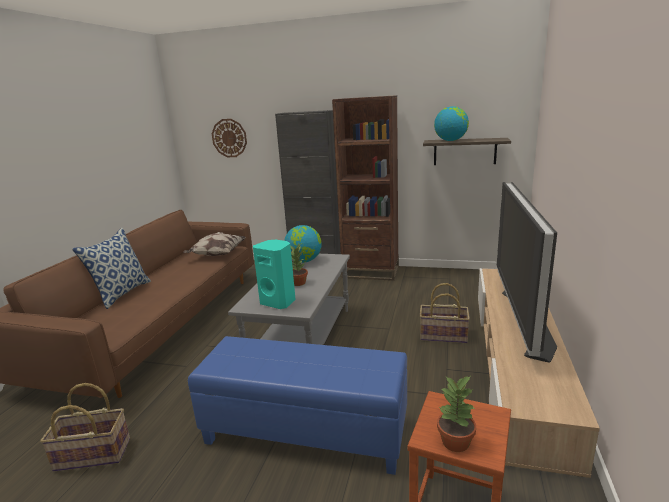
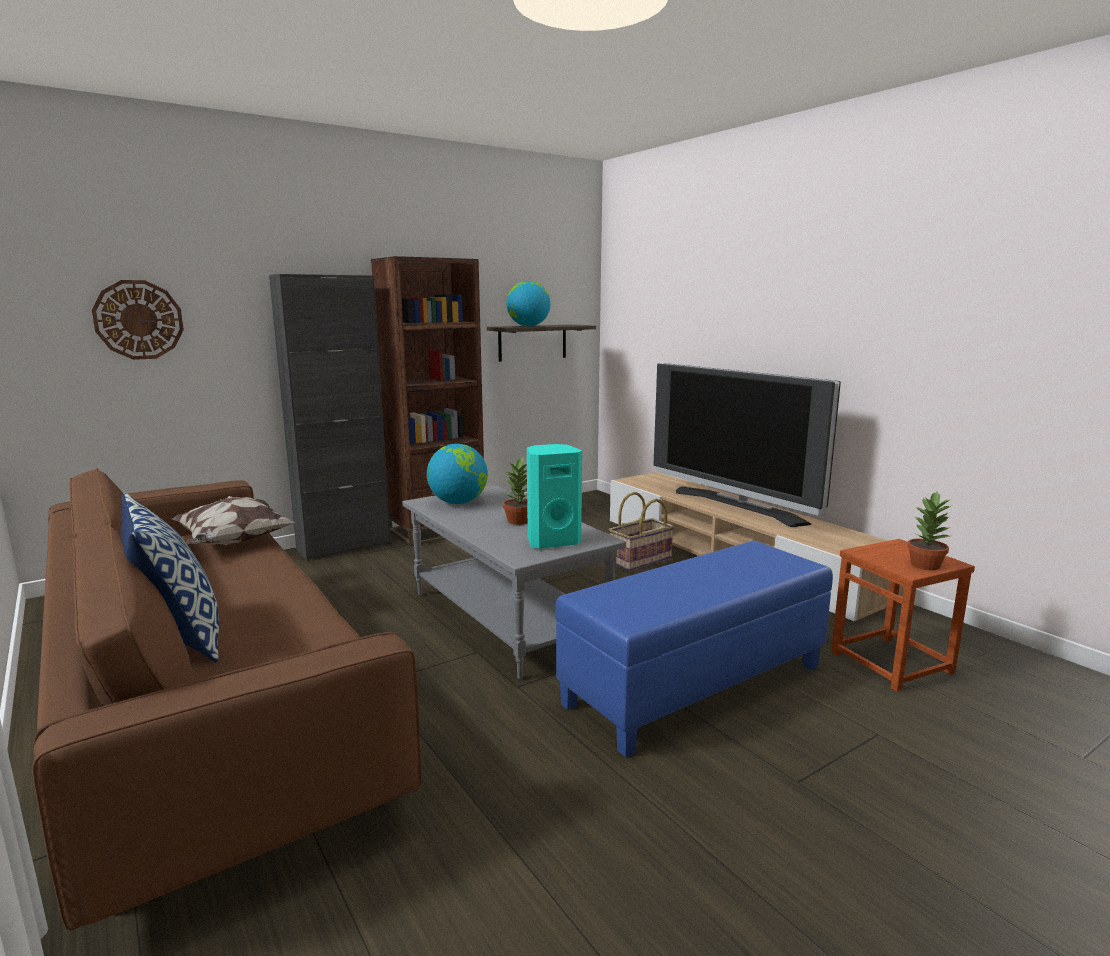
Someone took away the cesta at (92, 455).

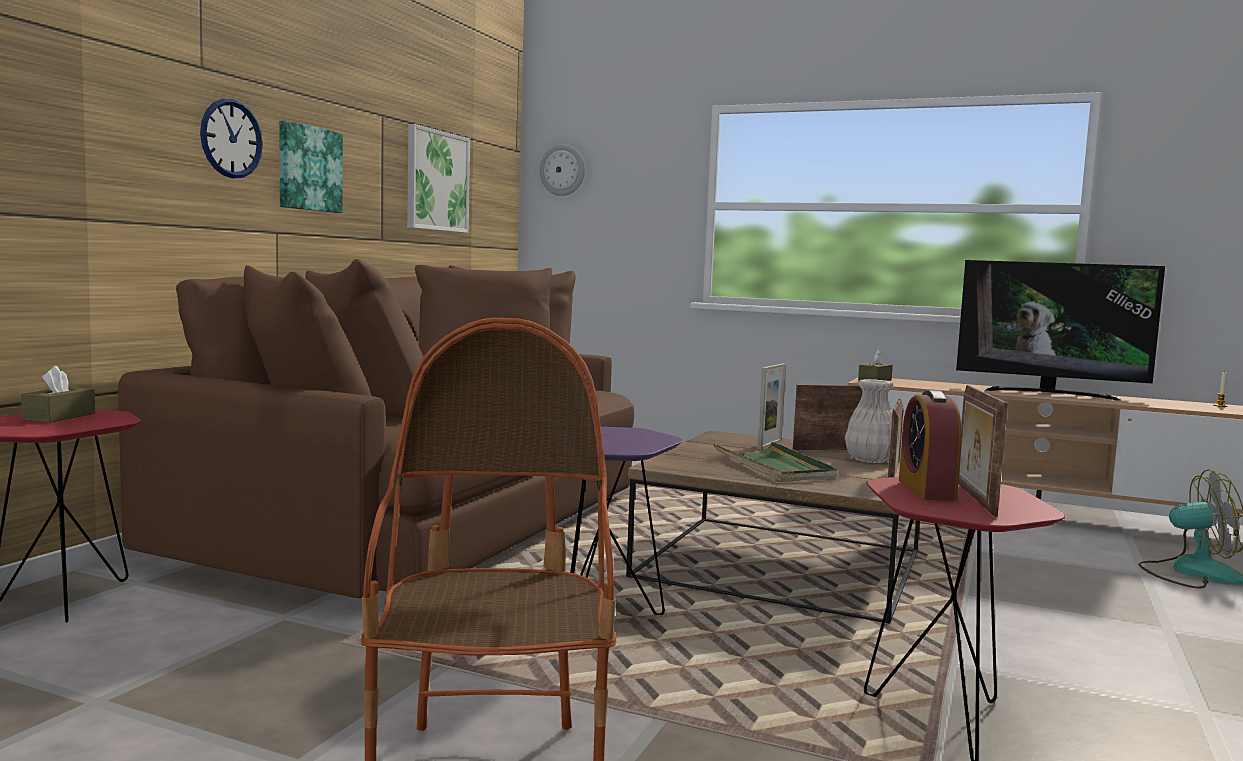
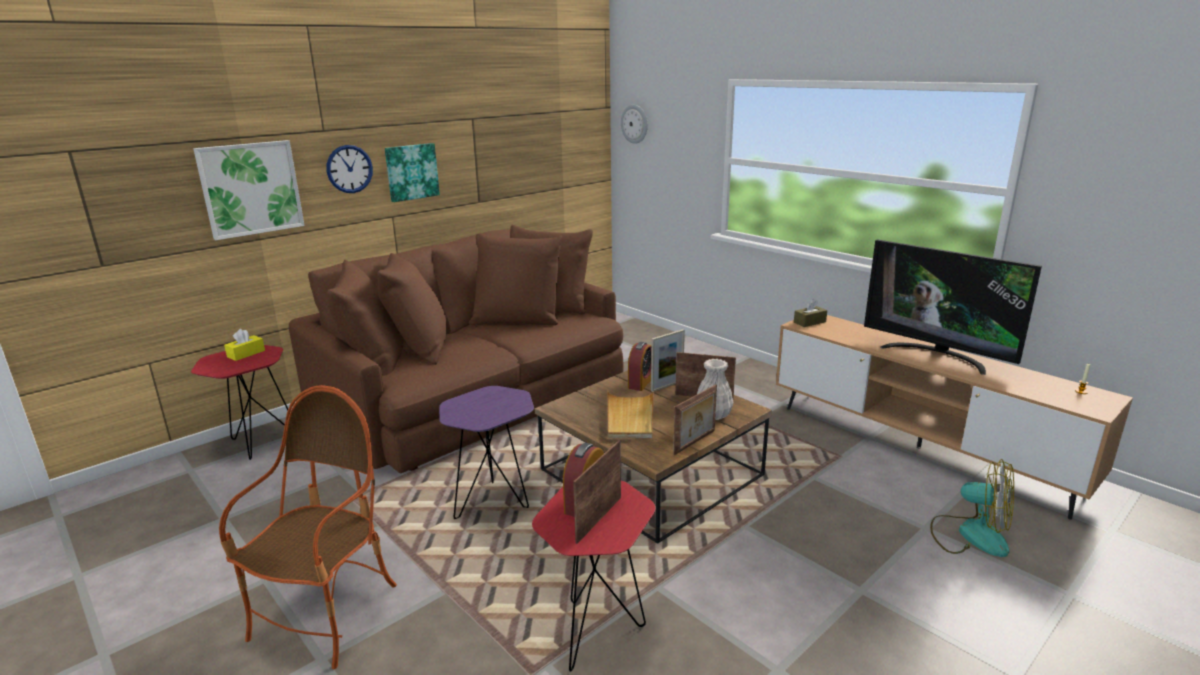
Someone put down the despertador at (641, 382).
Someone carried the cuadro from (437, 181) to (251, 189).
Someone repainted the caja de pañuelos (marrón) at (59, 417), which became the caja de pañuelos (amarillo) at (246, 354).
Someone repainted the bandeja (verde) at (774, 467), which became the bandeja (beis) at (630, 417).

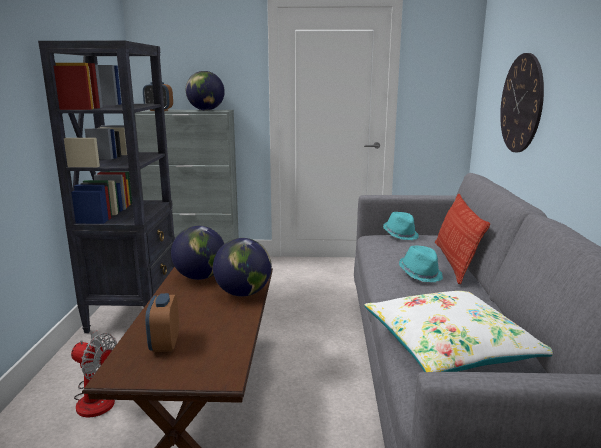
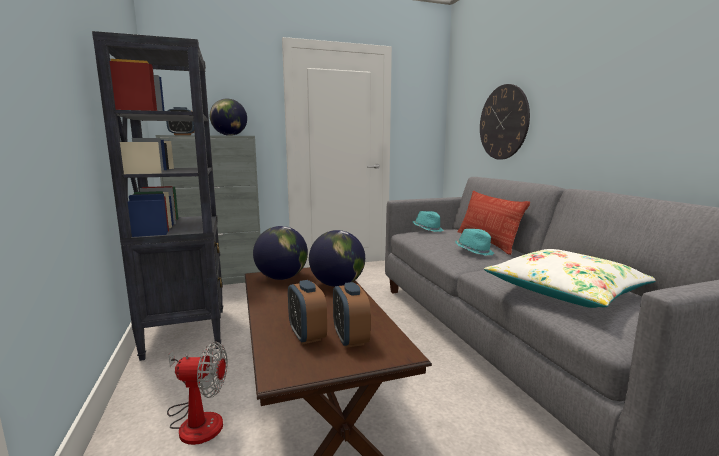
Someone put down the despertador at (350, 339).

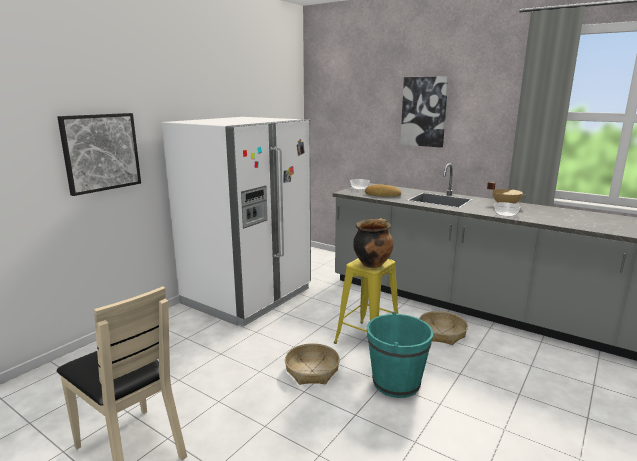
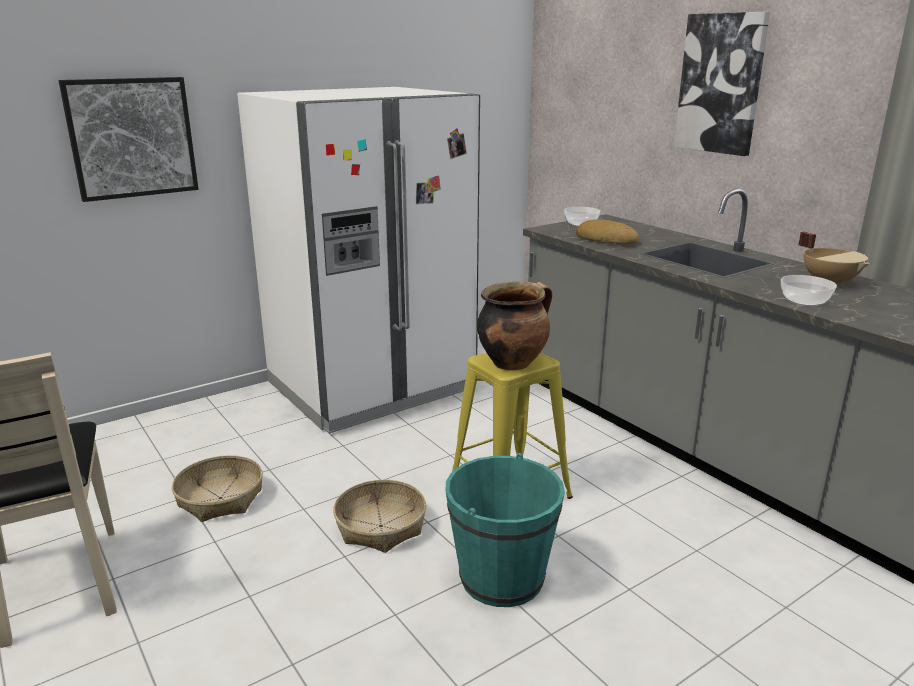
Someone carried the cesta from (442, 333) to (221, 498).

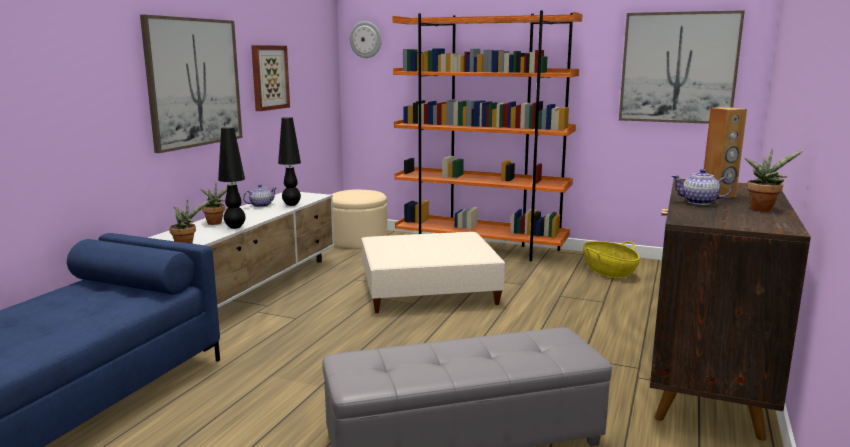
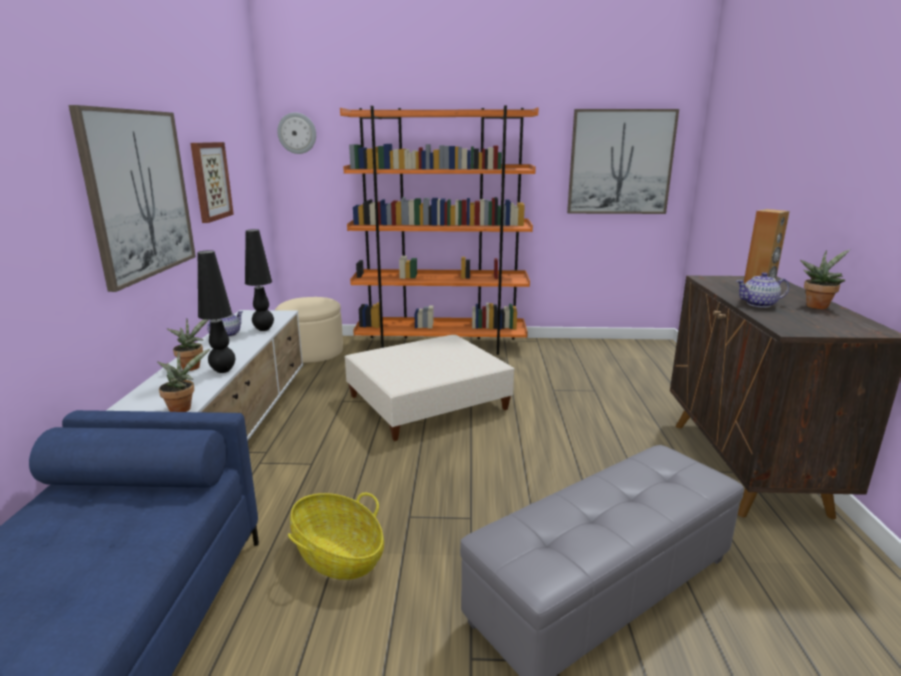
Someone carried the cesta from (608, 271) to (337, 555).

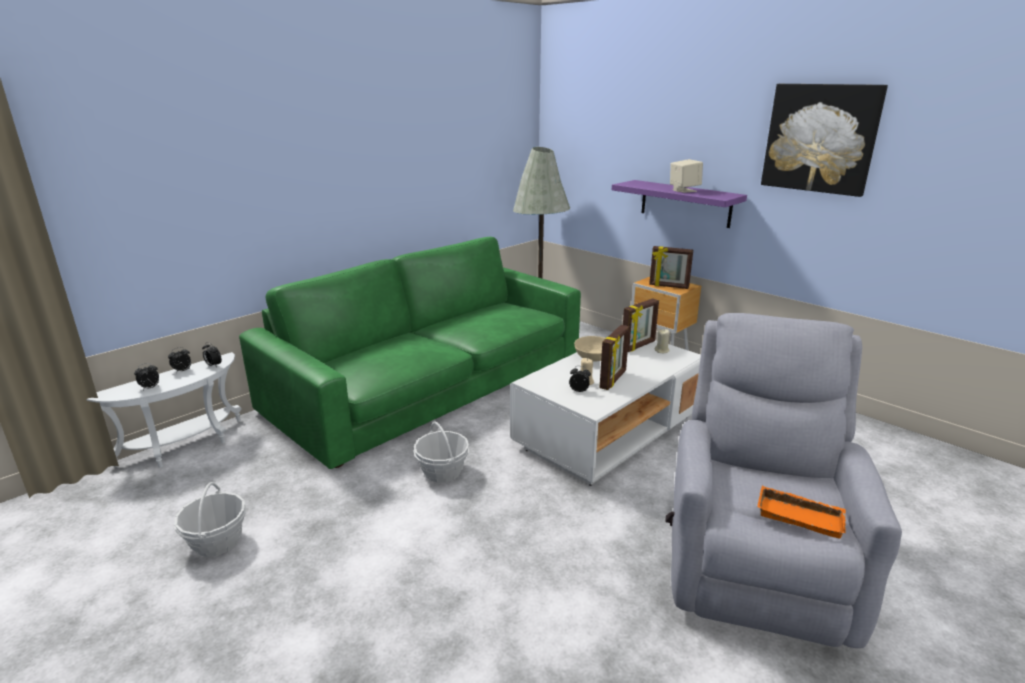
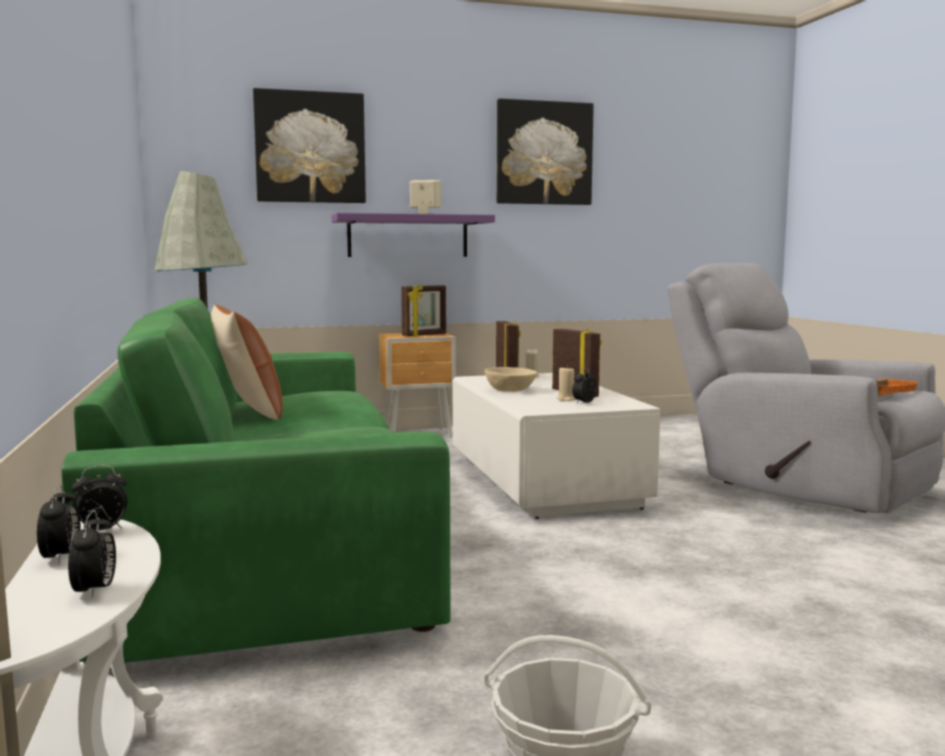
Someone took away the cesta at (443, 472).
Someone put down the cojín (marrón) at (249, 412).
Someone put up the cuadro at (310, 147).

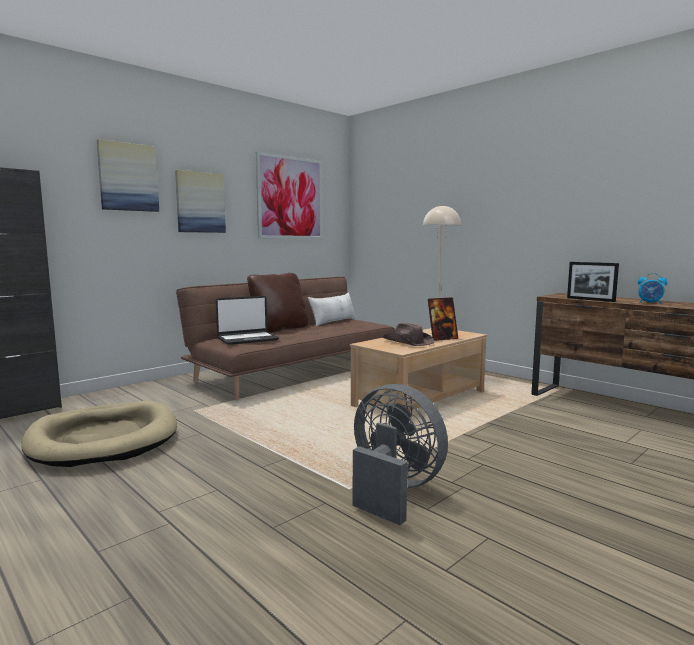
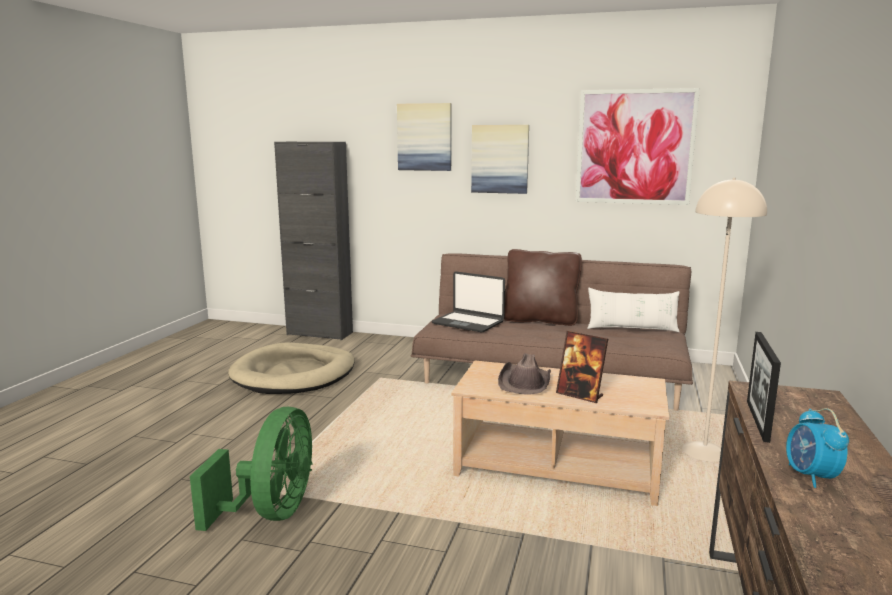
Someone repainted the ventilador (gris) at (393, 490), which became the ventilador (verde) at (271, 512).

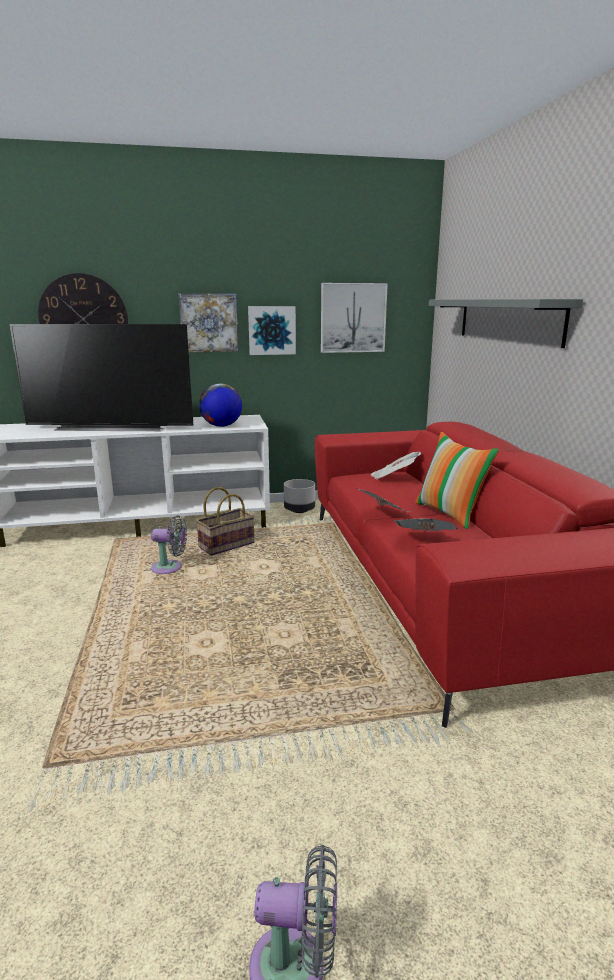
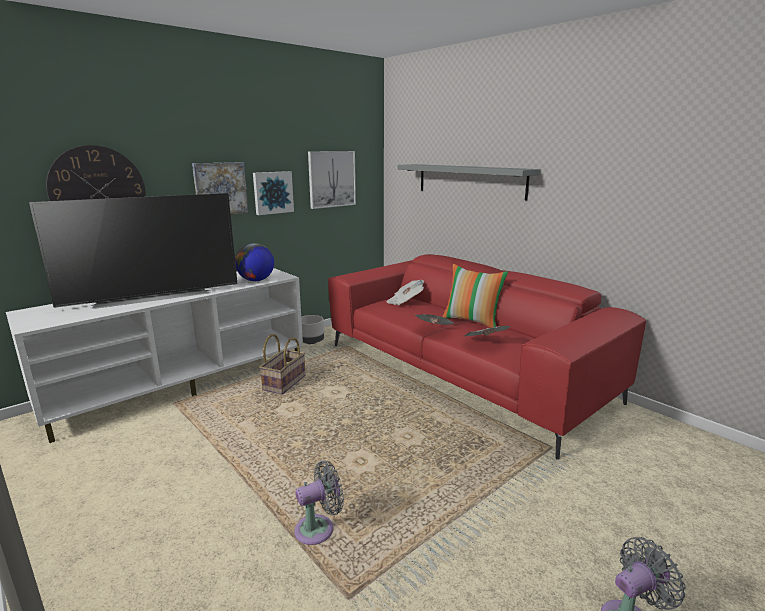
Someone carried the ventilador (gris) from (170, 568) to (318, 529).

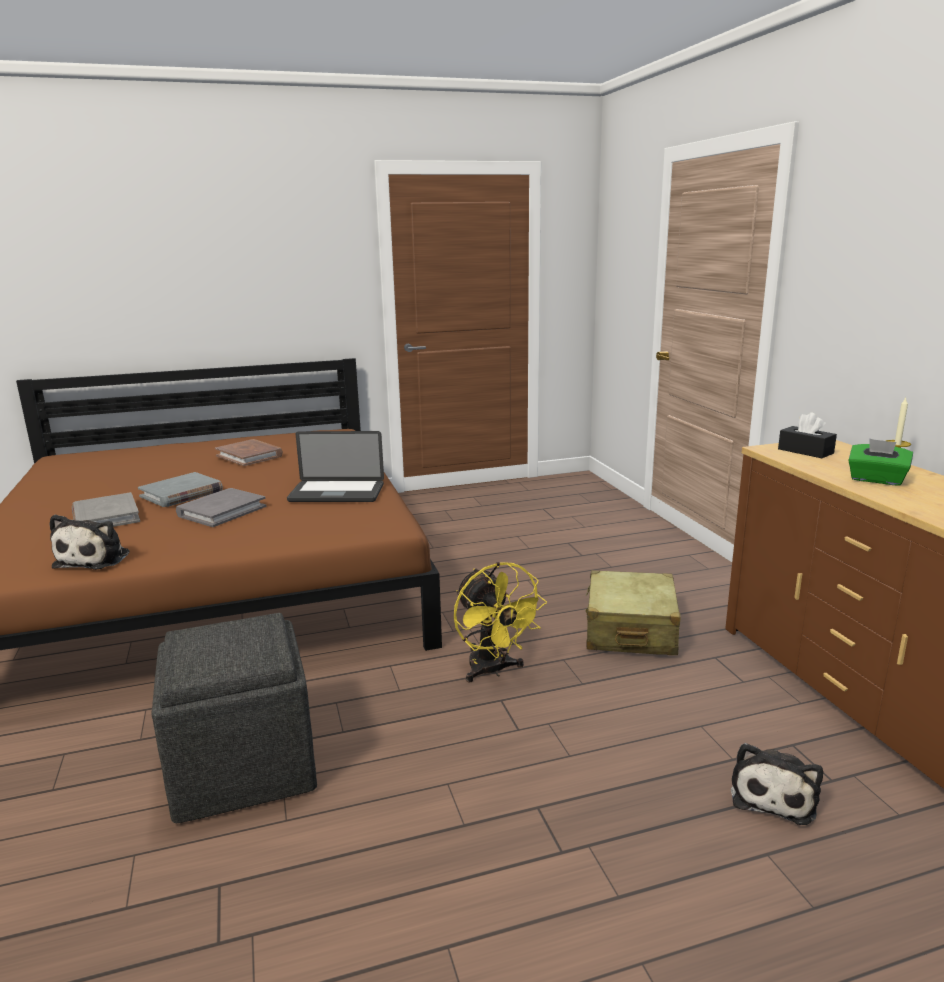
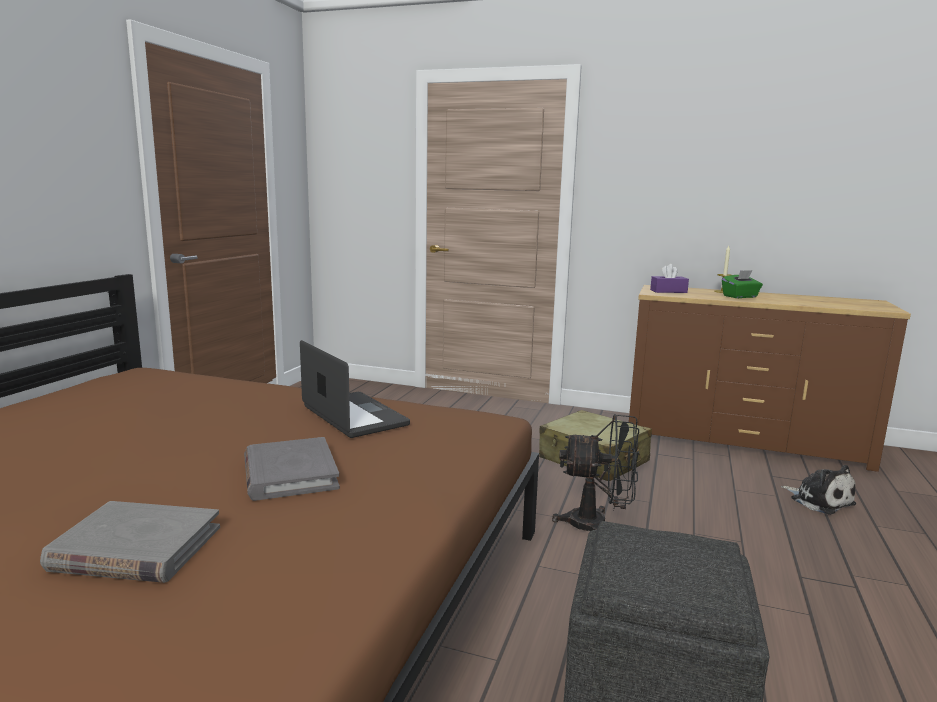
Someone took away the peluche at (96, 558).
Someone took away the libro (gris) at (181, 493).
Someone took away the libro (marrón) at (249, 456).
Someone repainted the ventilador (amarillo) at (493, 671), which became the ventilador (negro) at (598, 525).
Someone repainted the caja de pañuelos (negro) at (805, 451), which became the caja de pañuelos (morado) at (668, 291).
Someone rotated the portátil at (337, 493) by 75 degrees counterclockwise.

